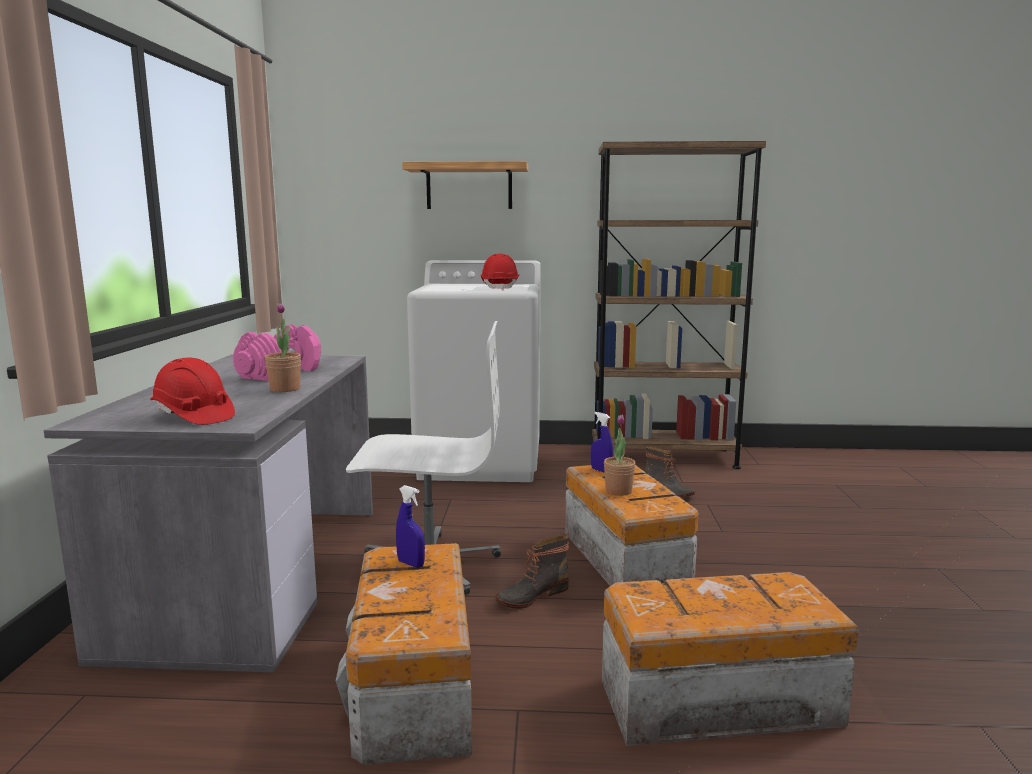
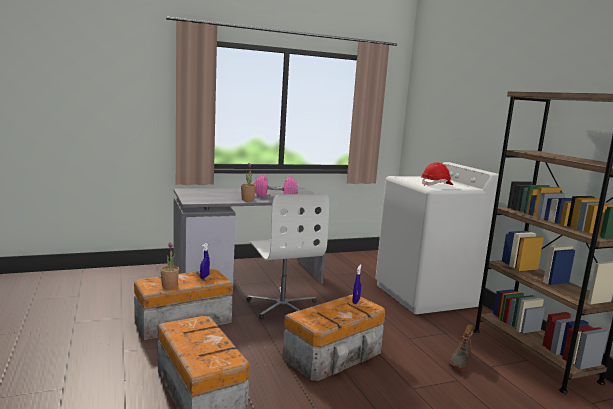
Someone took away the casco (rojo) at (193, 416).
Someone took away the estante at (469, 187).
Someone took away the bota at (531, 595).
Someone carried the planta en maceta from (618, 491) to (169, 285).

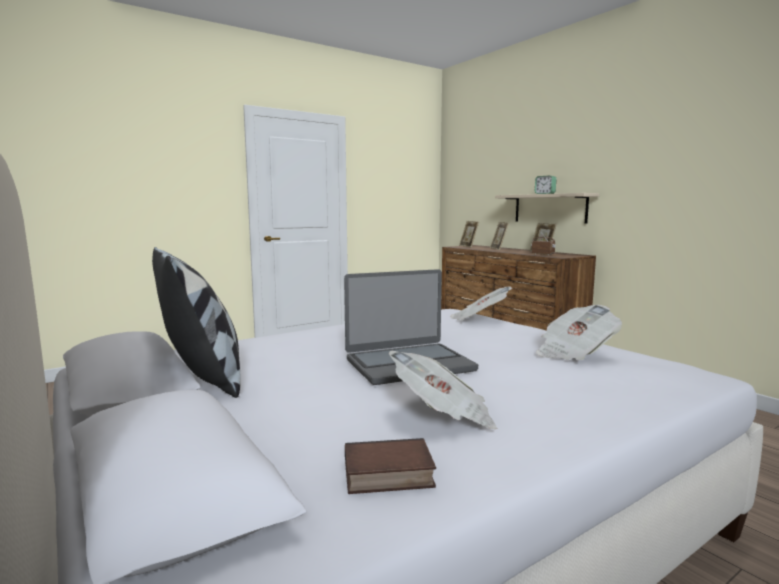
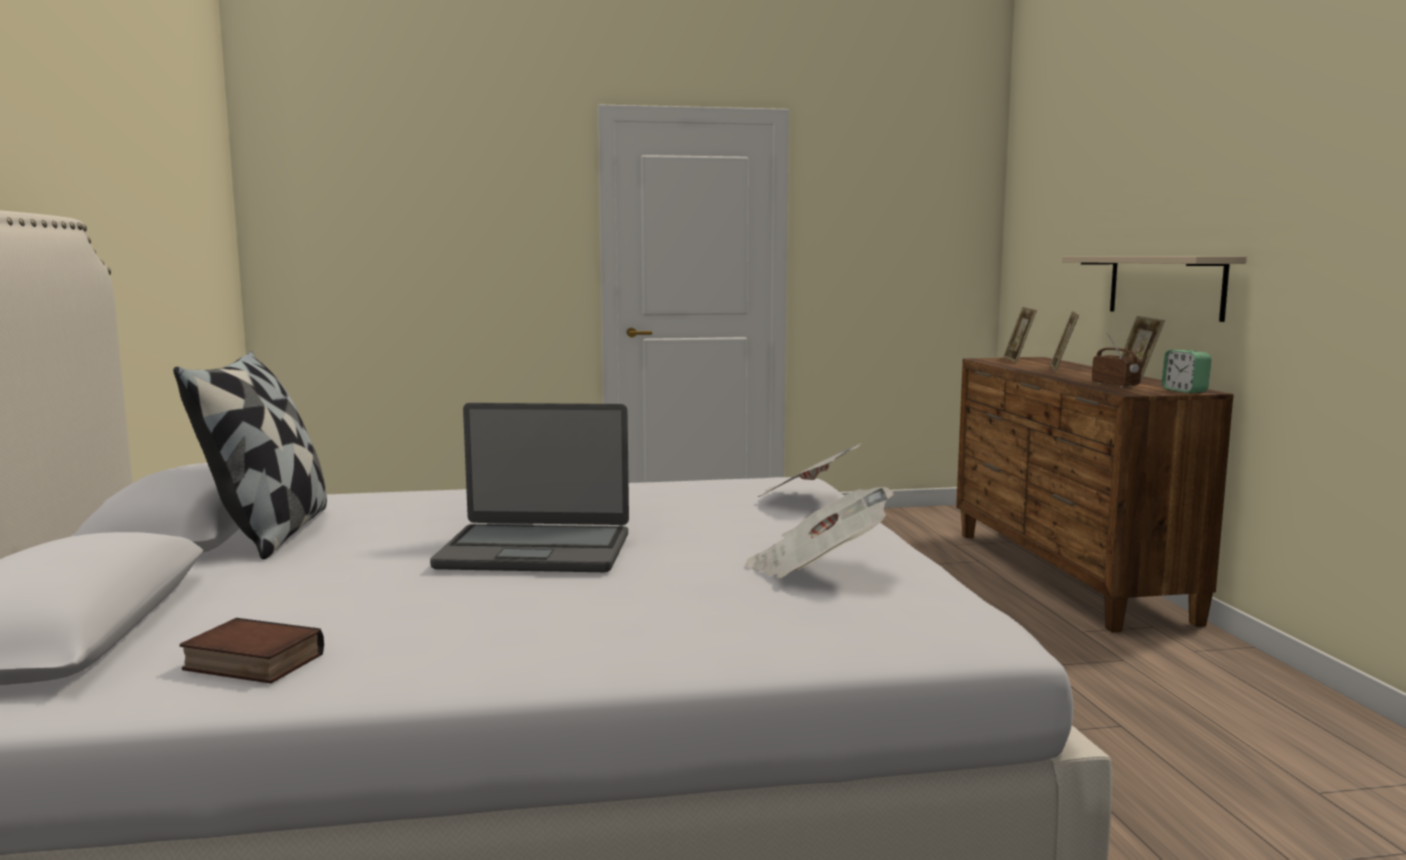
Someone took away the periódico at (443, 416).
Someone carried the despertador from (545, 193) to (1184, 391).

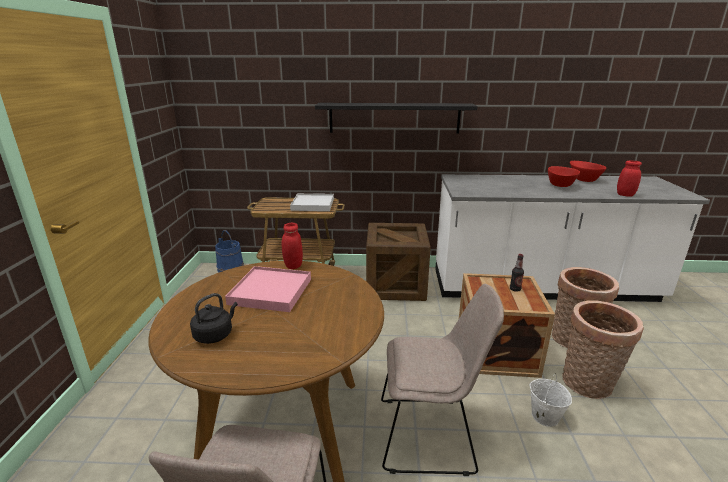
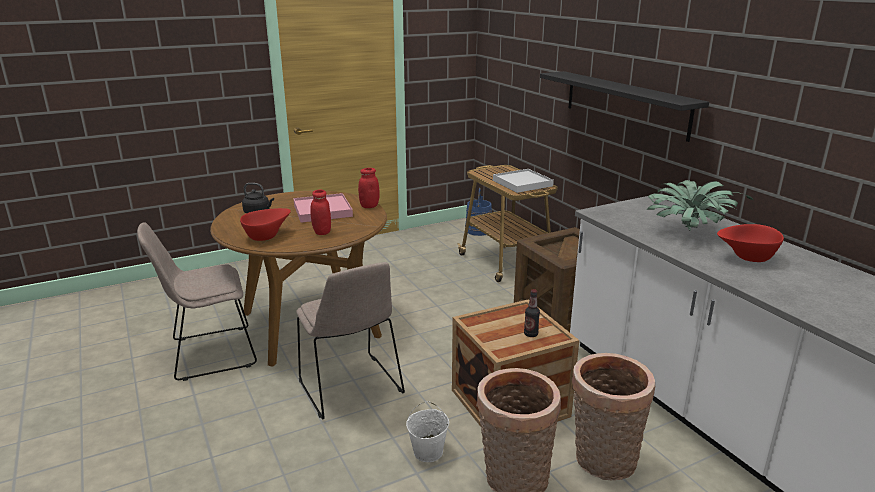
Someone put down the planta en maceta at (688, 232).
Someone carried the cuenco (rojo) from (583, 179) to (267, 236).
Someone carried the tarro (rojo) from (625, 195) to (322, 232).

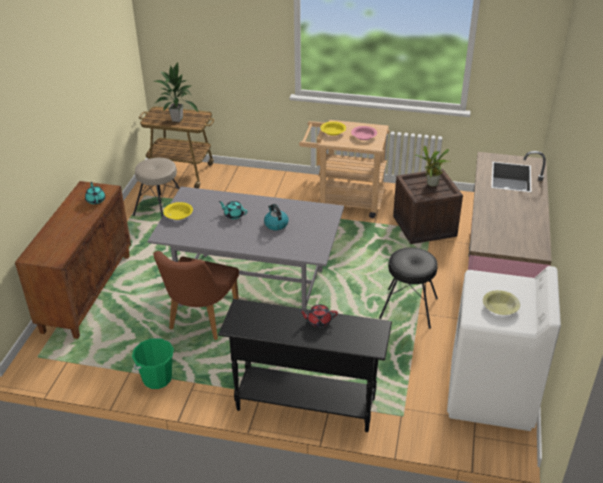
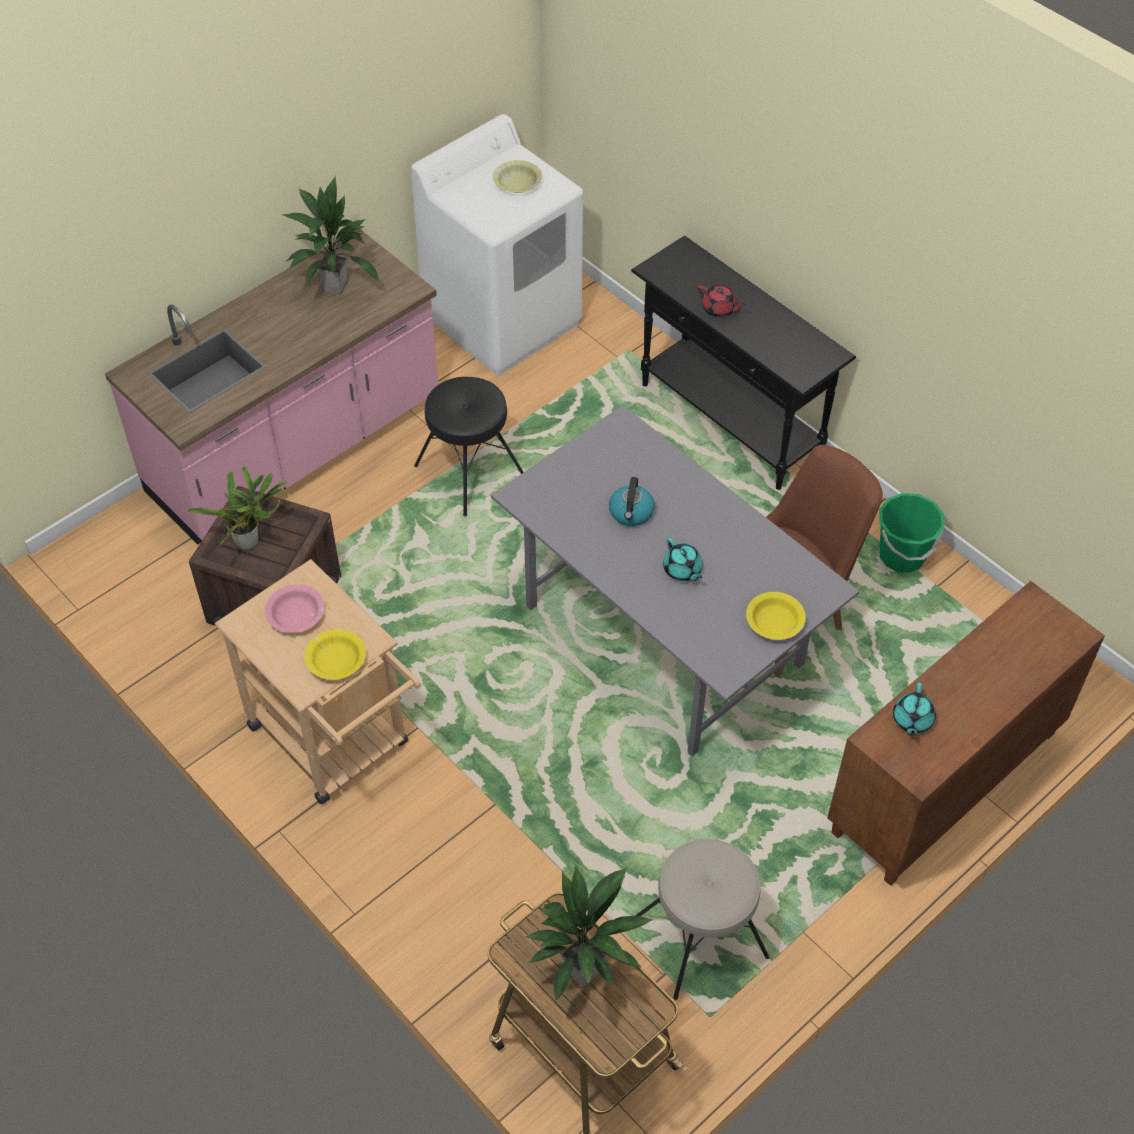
Someone put down the planta en maceta at (334, 287).

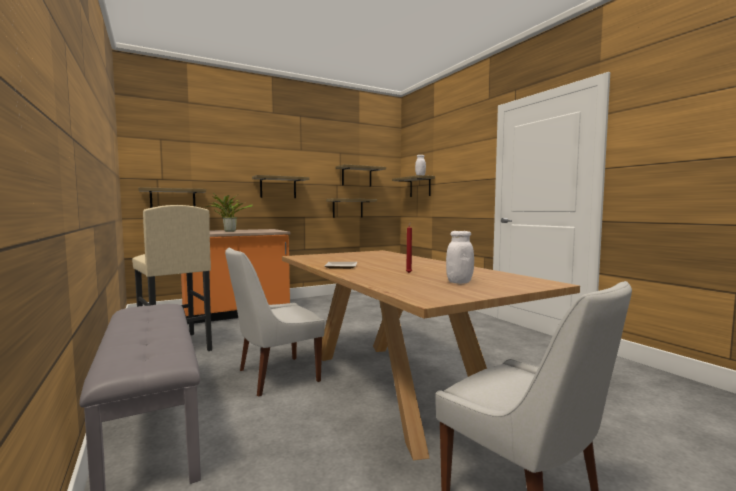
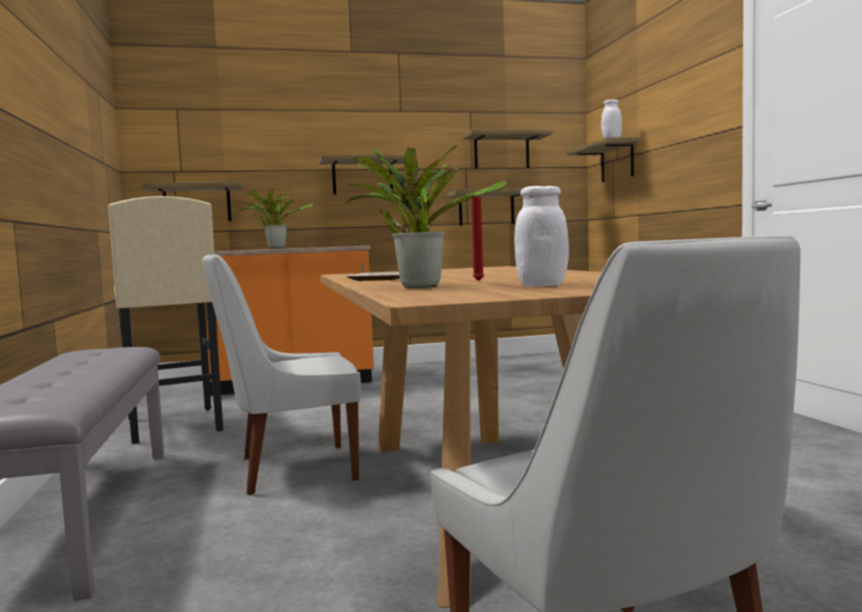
Someone put down the planta en maceta at (417, 286).

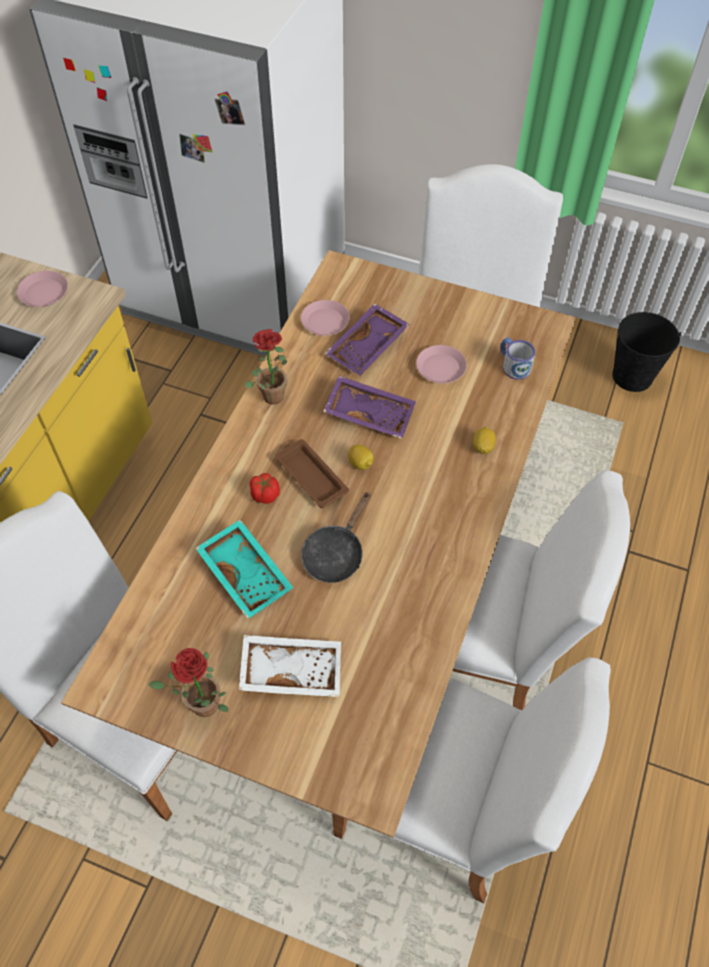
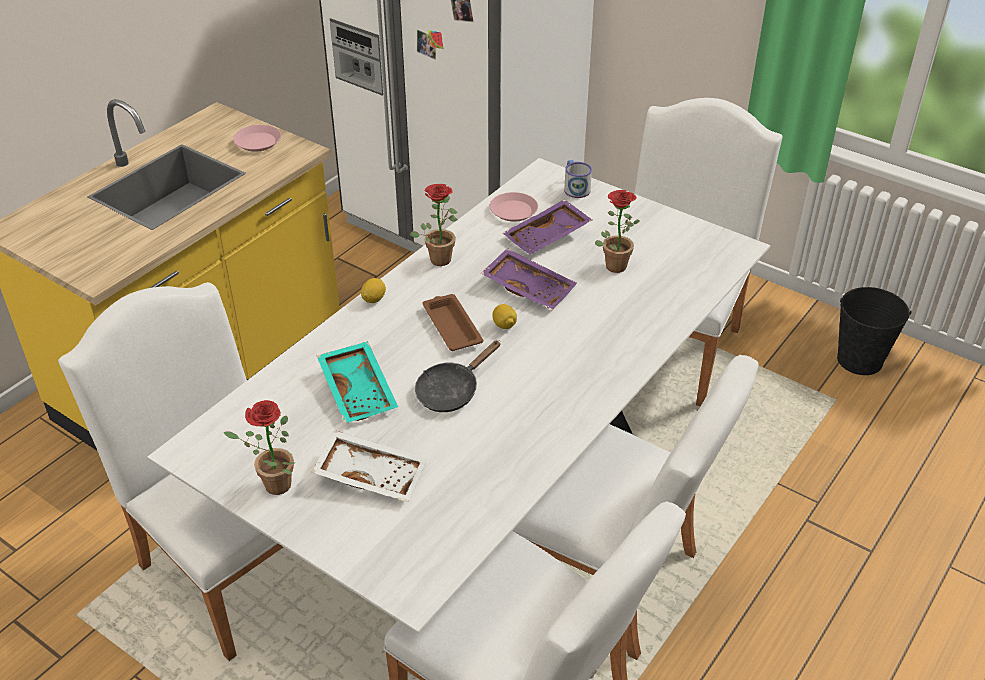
Someone took away the tomate at (265, 495).
Someone carried the limón from (483, 447) to (374, 299).
Someone carried the taza grande from (513, 365) to (575, 188).
Someone swapped the plato (rosa) at (440, 368) for the planta en maceta at (614, 263).
Someone repainted the mesa de comedor (marrón) at (353, 592), which became the mesa de comedor (blanco) at (492, 498).

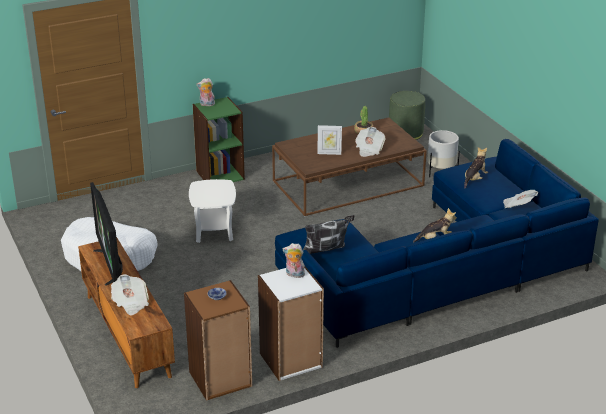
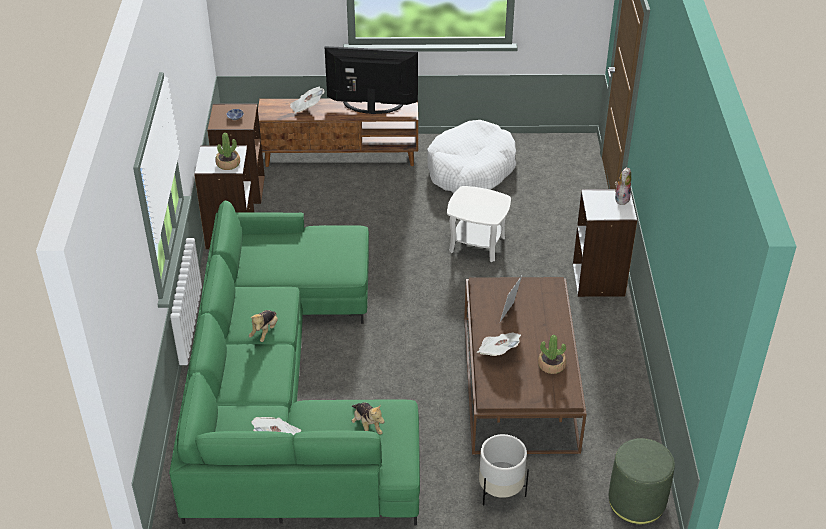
Someone took away the cojín at (326, 255).
Someone swapped the peluche at (294, 275) for the planta en maceta at (228, 164).
Someone repainted the estantería (verde) at (220, 175), which became the estantería (blanco) at (599, 280).
Someone repainted the sofá (azul) at (441, 268), which became the sofá (verde) at (286, 390).

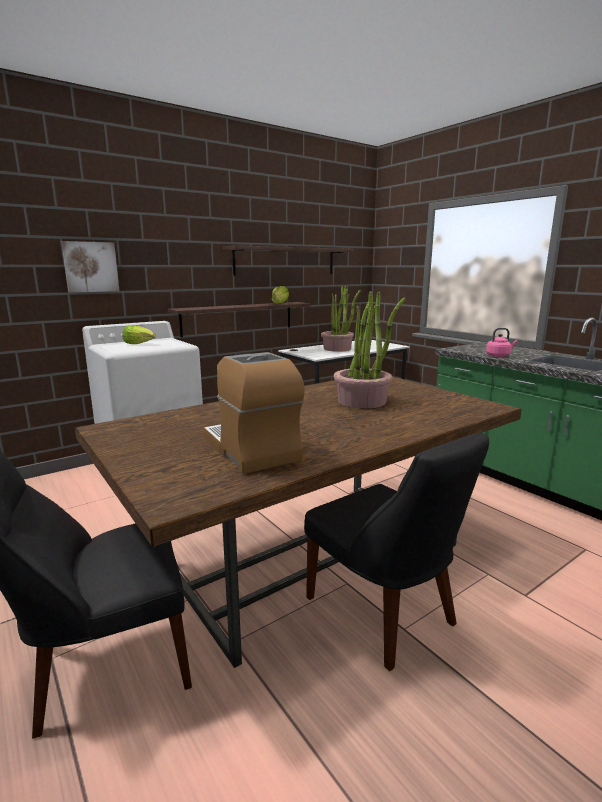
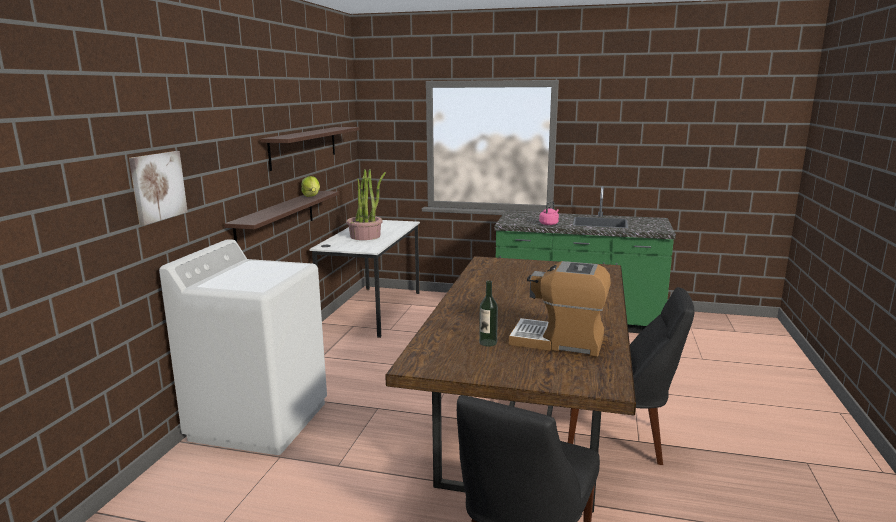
Someone took away the lechuga at (139, 344).
Someone took away the planta en maceta at (362, 401).
Someone put down the botella at (488, 342).

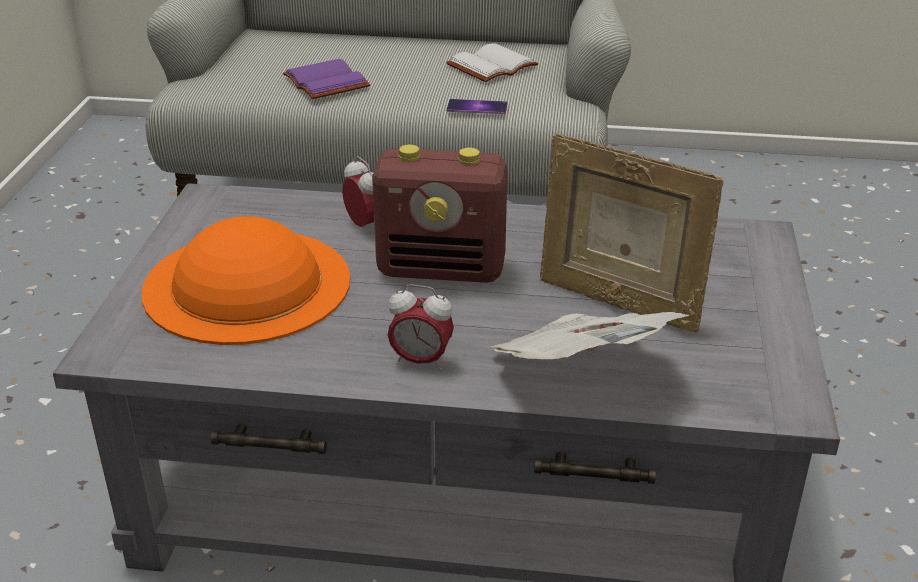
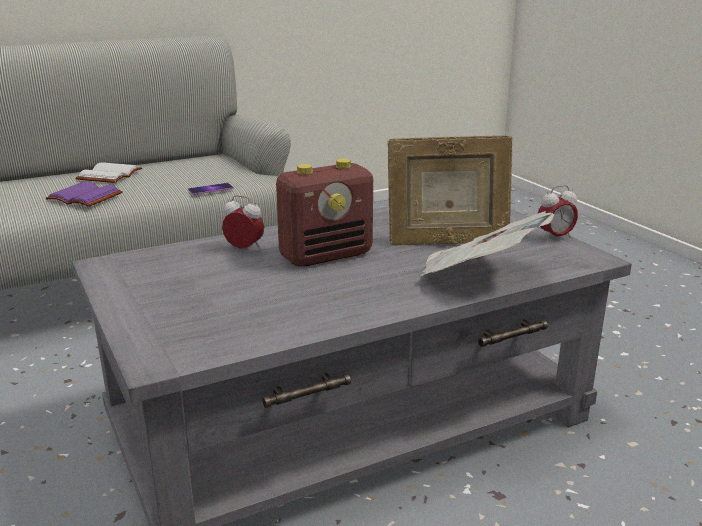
Someone took away the sombrero (naranja) at (246, 284).
Someone carried the despertador from (421, 361) to (555, 237).
Someone carried the libro (blanco) from (491, 65) to (109, 175).

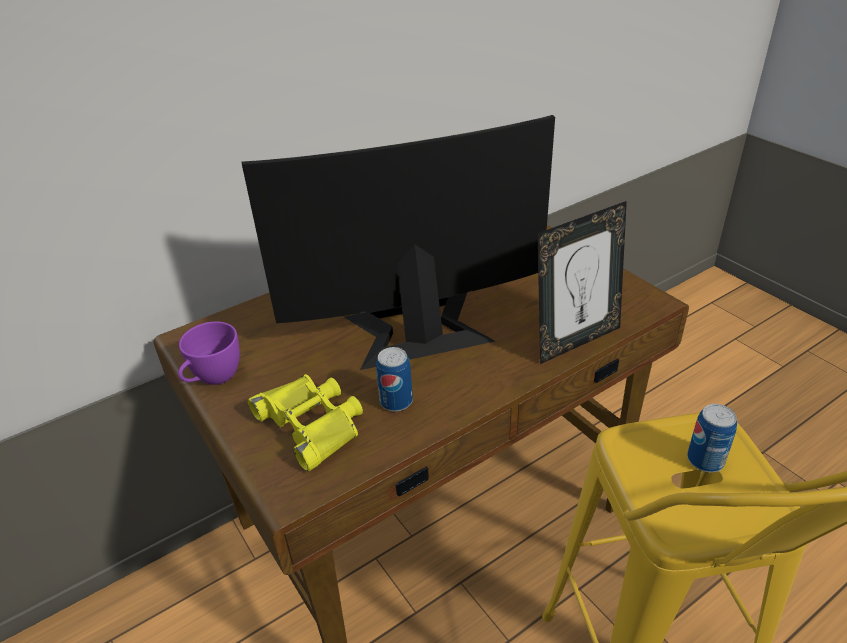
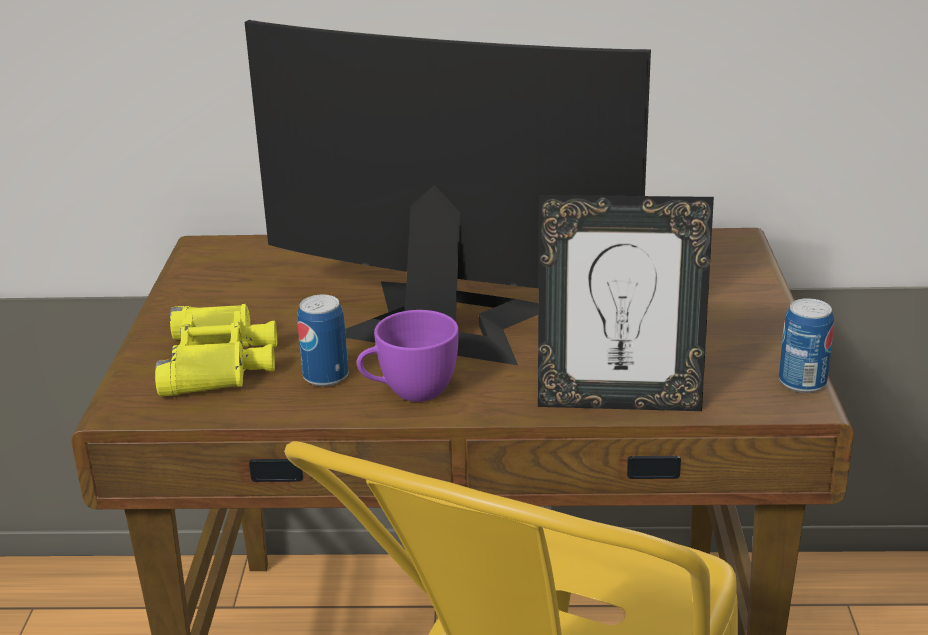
Someone carried the taza (morado) from (213, 378) to (409, 392).
Someone carried the lata from (705, 460) to (802, 382).

